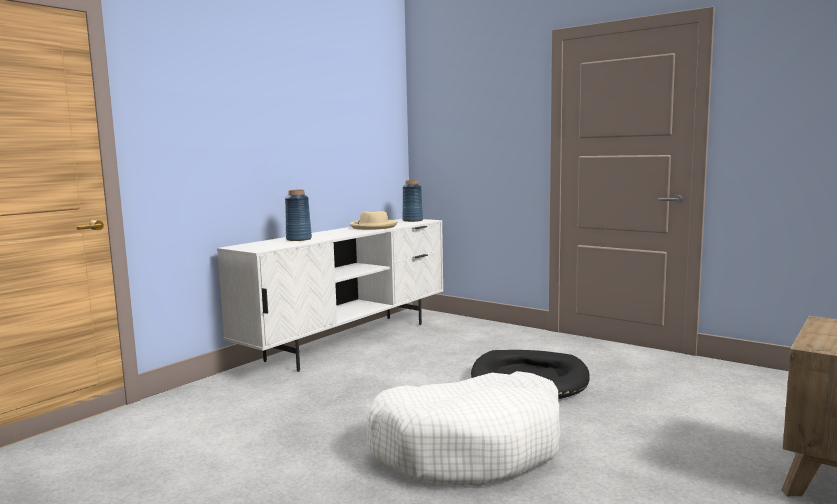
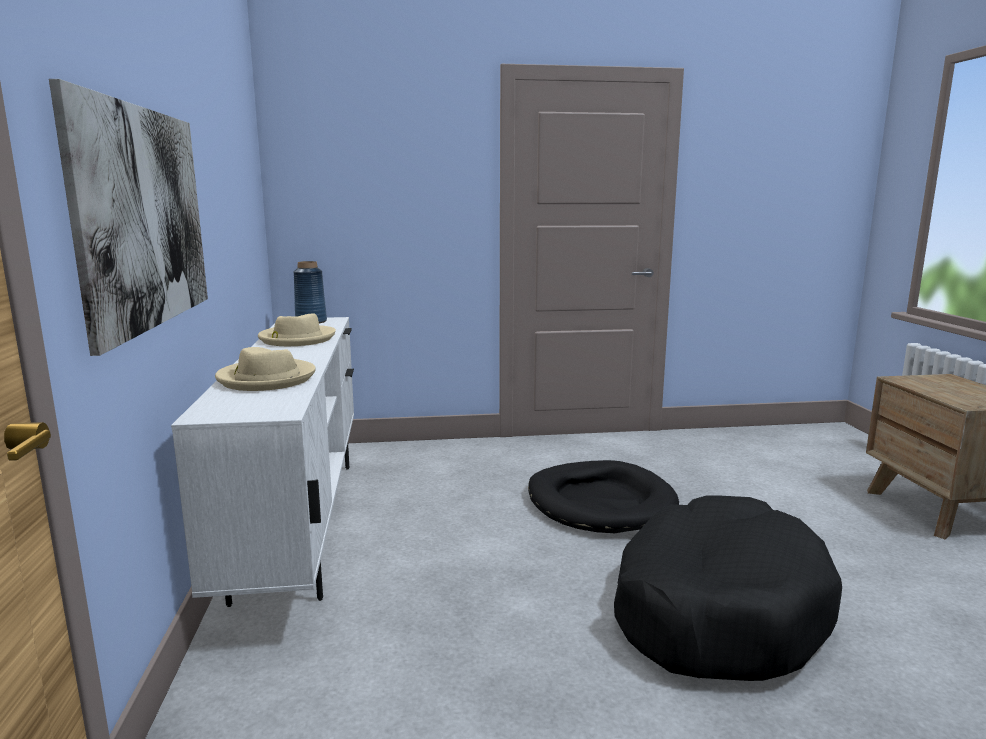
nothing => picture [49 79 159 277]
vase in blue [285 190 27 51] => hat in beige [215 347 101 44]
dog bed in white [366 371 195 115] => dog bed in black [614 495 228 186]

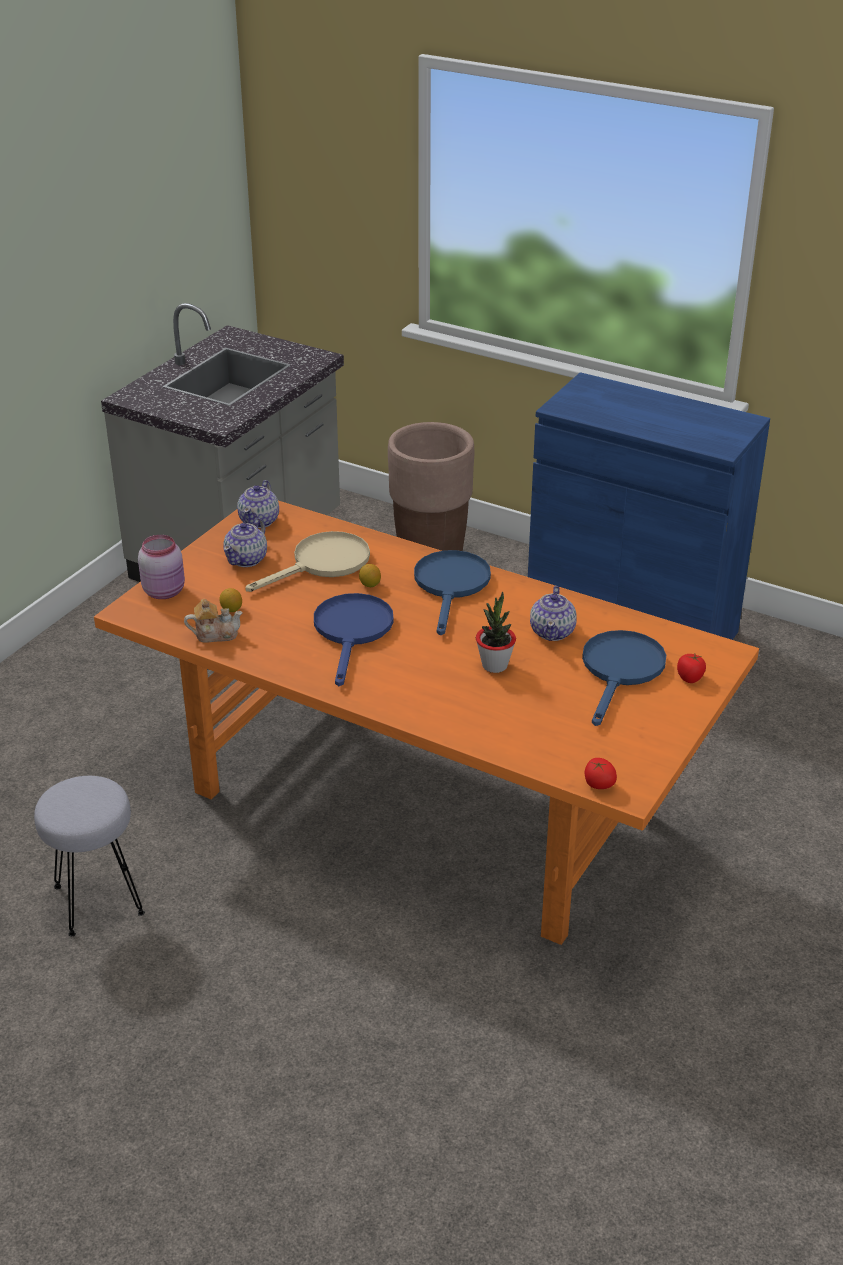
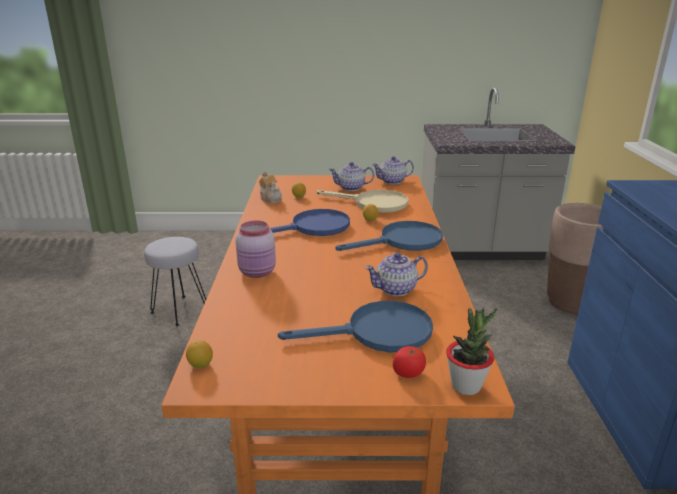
jar in pink [138 535 47 64] => jar in pink [235 220 41 58], moved
potted plant [476 592 40 81] => potted plant [446 308 51 87], moved
tomato [585 758 32 31] => lemon [186 340 27 28]

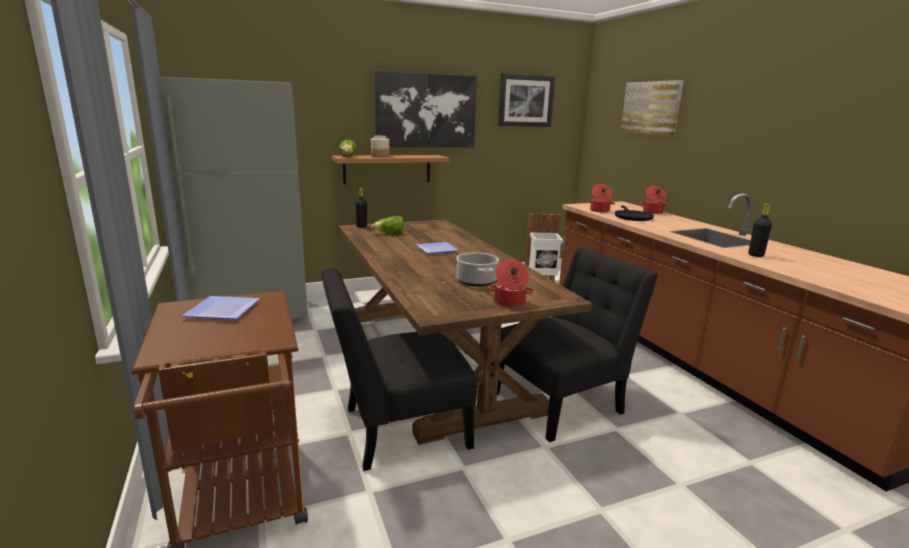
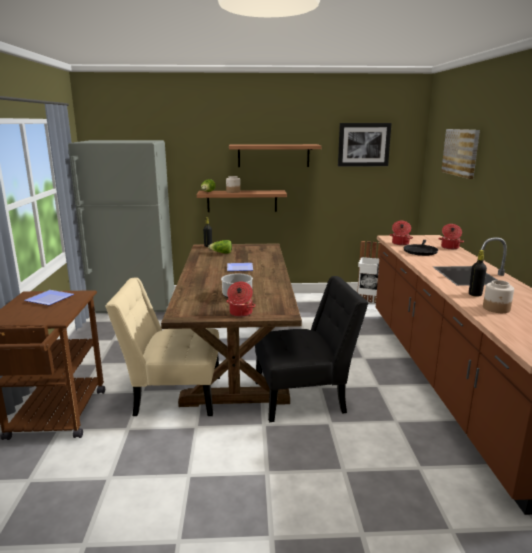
nothing => jar [483 280 31 33]
picture [374 71 103 76] => shelf [229 144 93 23]
chair in black [321 268 156 203] => chair in beige [105 278 115 138]

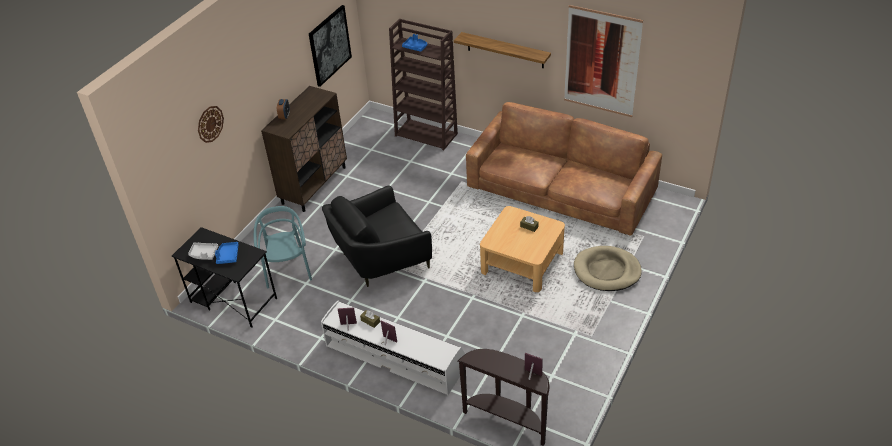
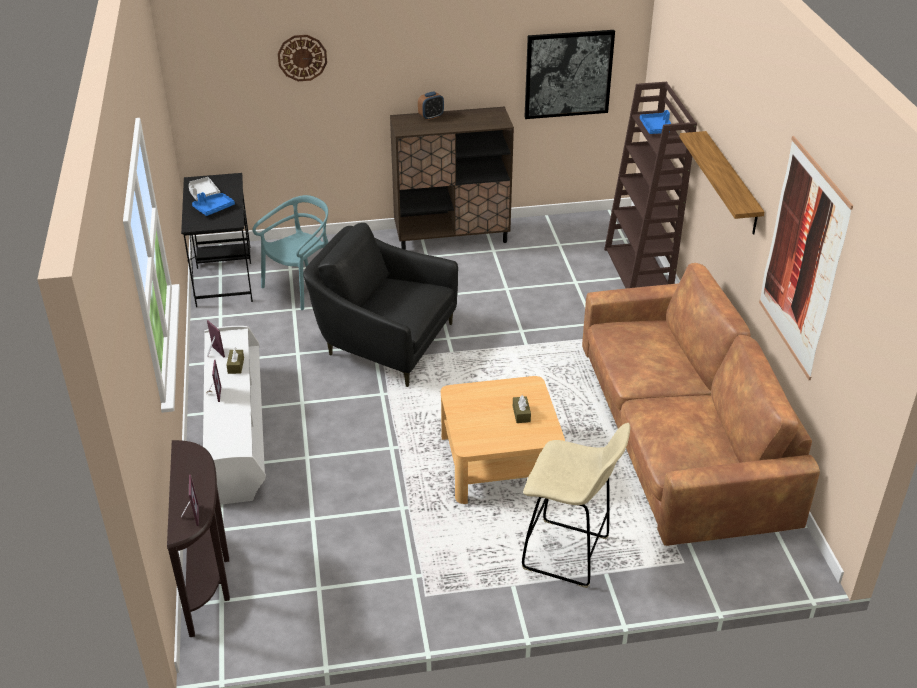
dog bed in beige [574 246 68 45] => stool in beige [522 423 108 165]

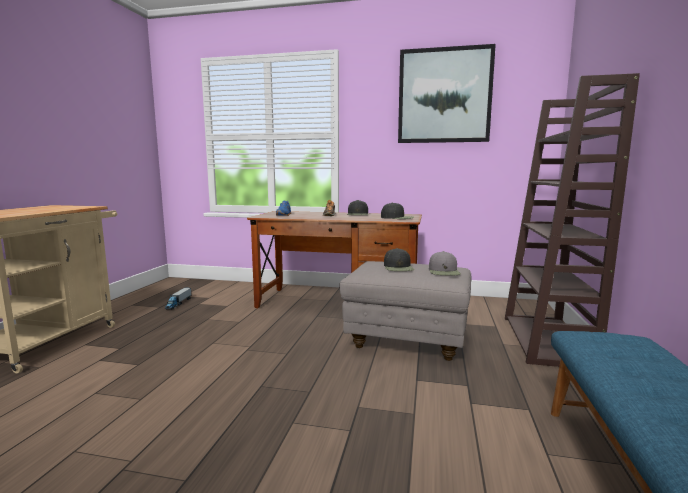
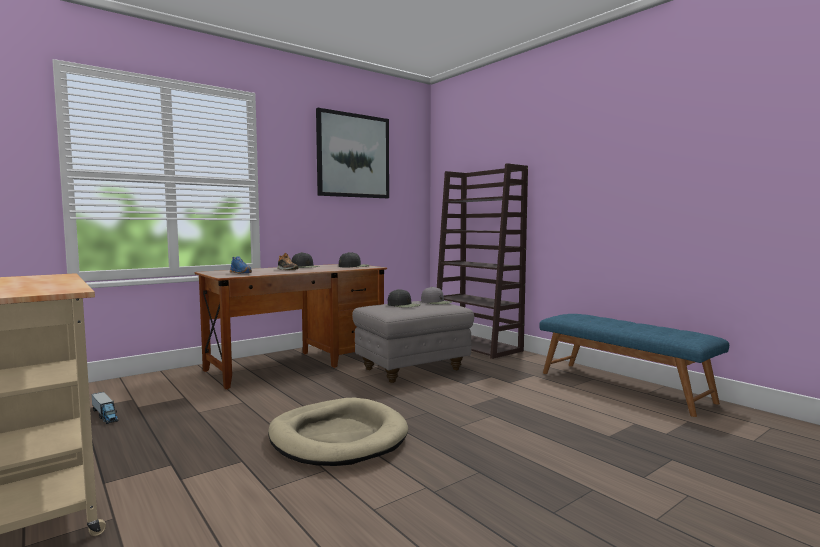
nothing => dog bed in beige [268 398 140 68]

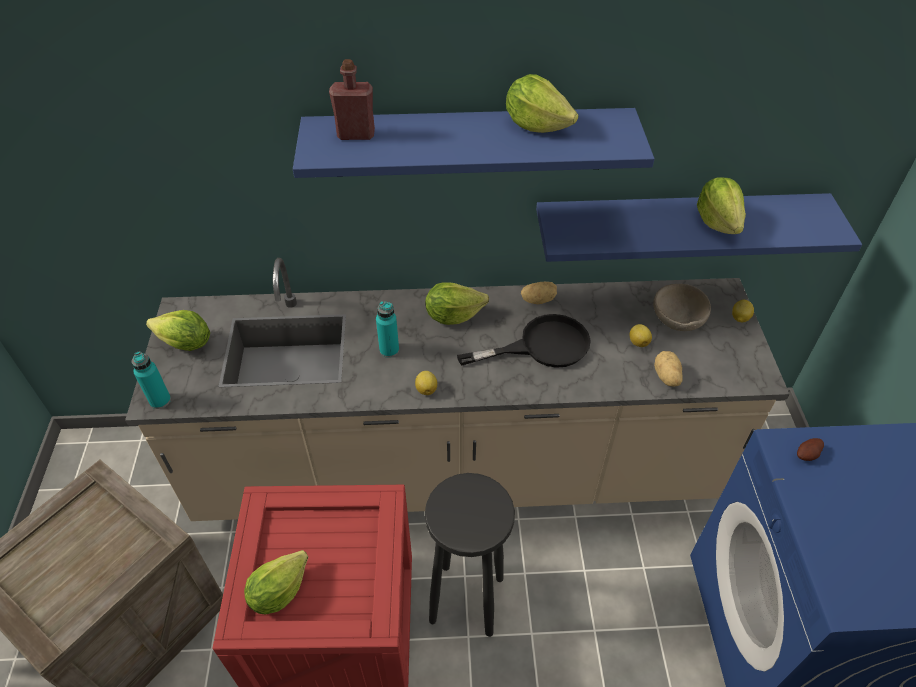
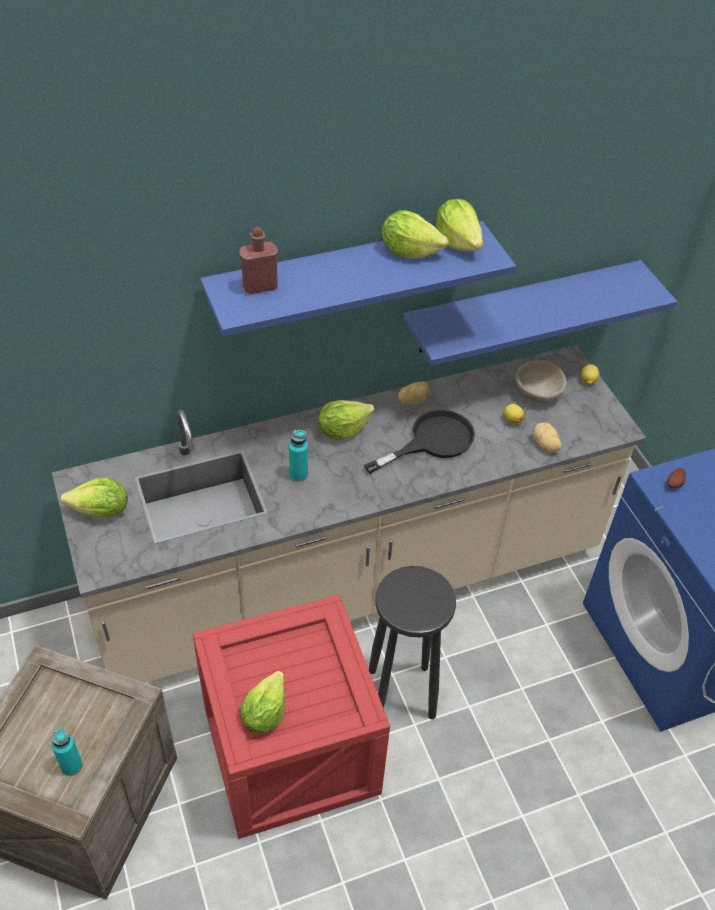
lemon [415 371 22 24] => nothing
bottle in turquoise [131 351 40 58] => bottle in turquoise [51 729 32 47], moved
lettuce [697 177 49 57] => lettuce [436 199 47 52], moved

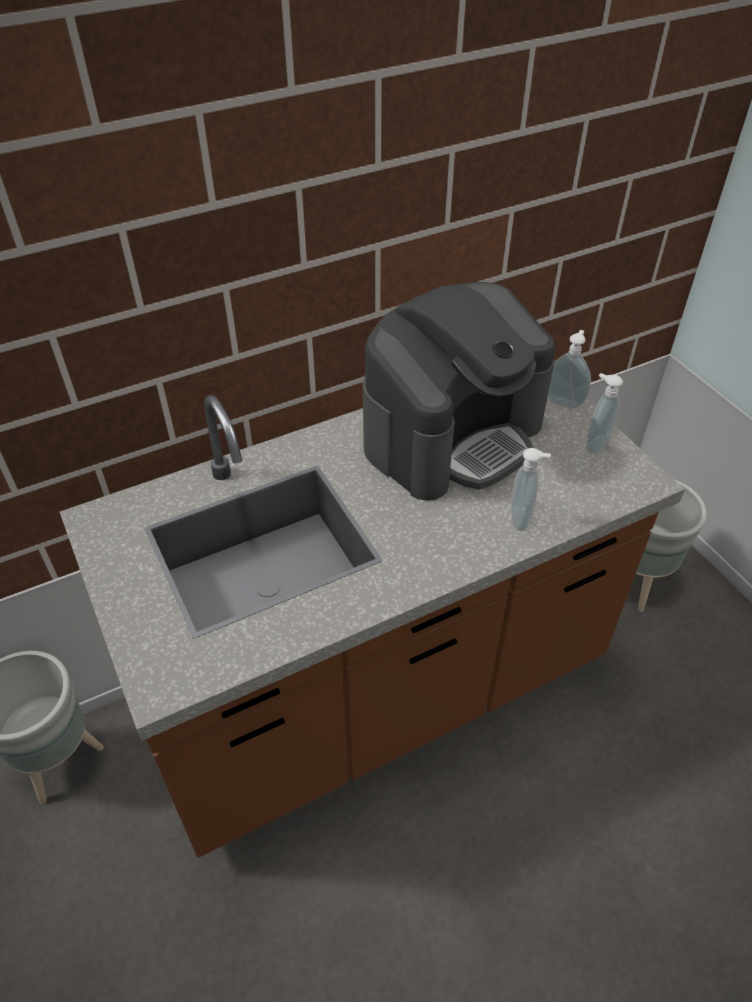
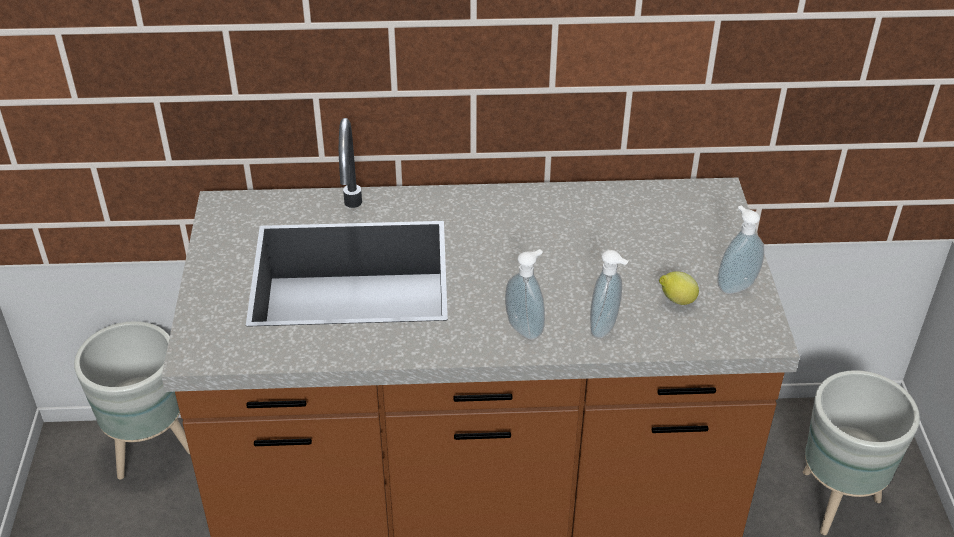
coffee machine [363 282 192 219] => nothing
nothing => lemon [659 271 40 34]
soap dispenser [548 330 43 79] => soap dispenser [505 249 40 91], moved

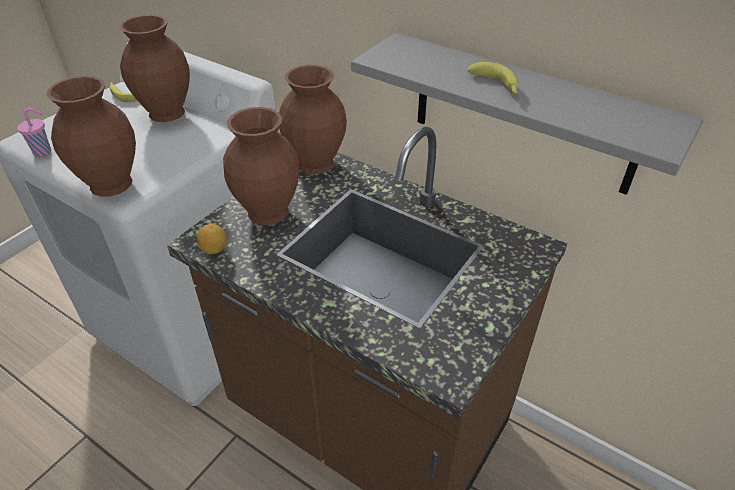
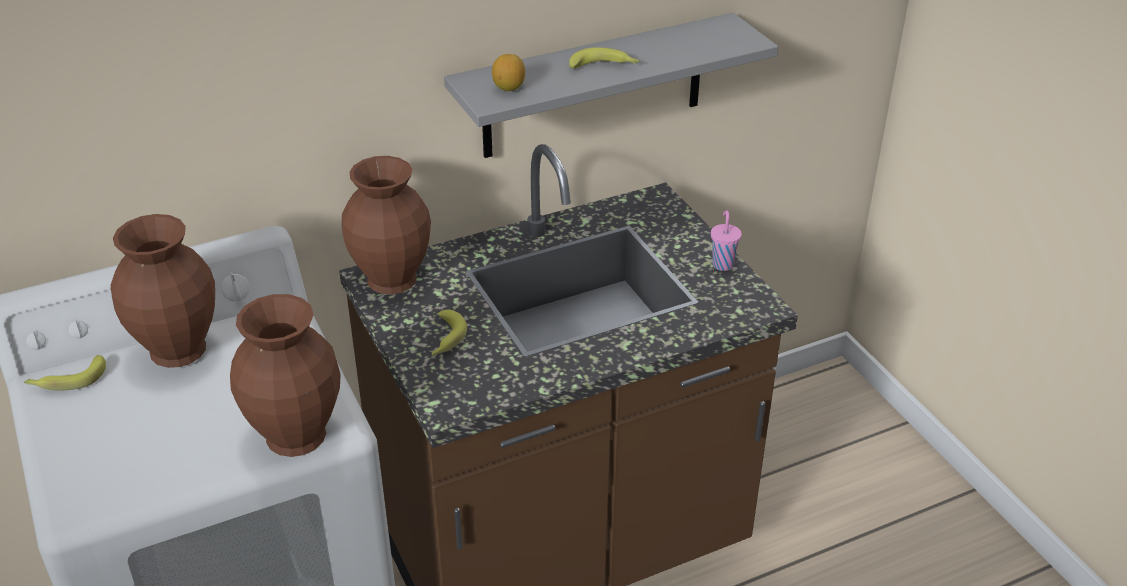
cup in pink [17 108 34 49] => cup in pink [711 210 31 61], moved
lemon [197 224 30 30] => lemon [492 54 33 37], moved
vase in brown [223 107 76 118] => banana [432 310 35 46]

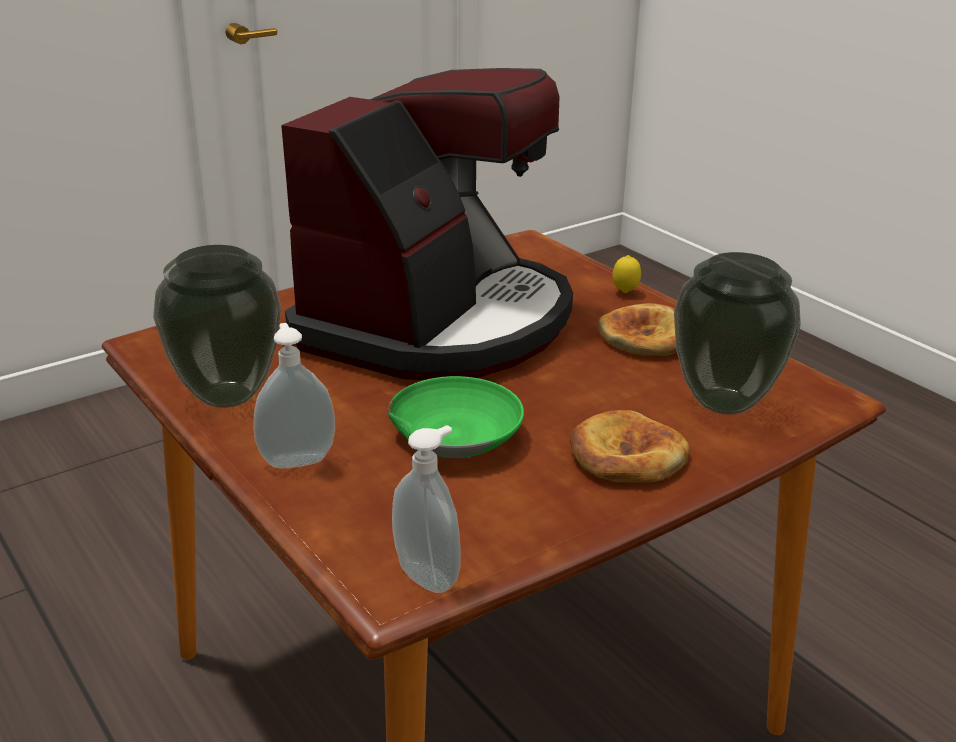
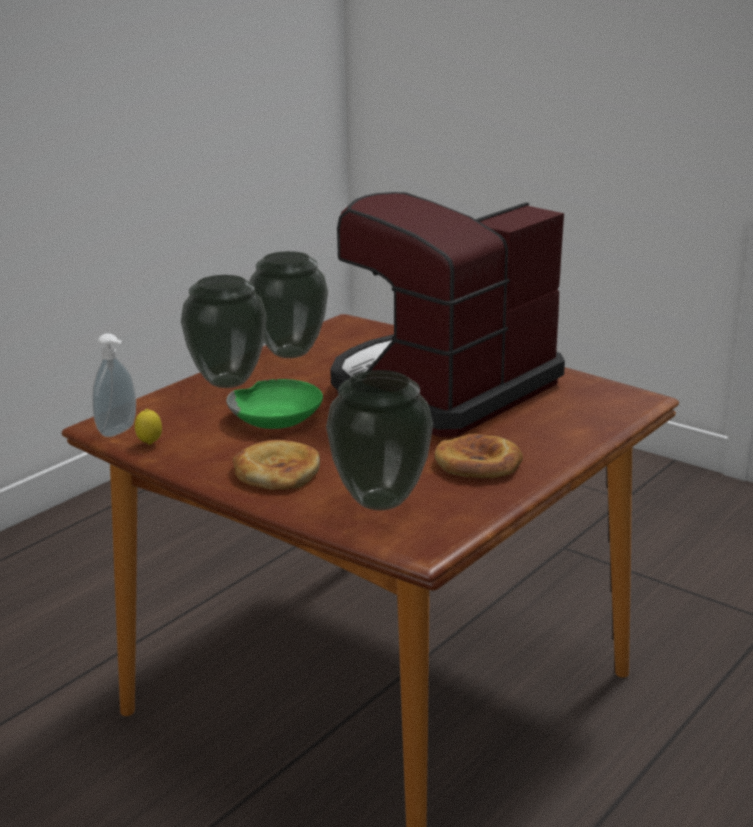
lemon [613 255 28 38] => lemon [135 409 27 36], moved
soap dispenser [253 323 82 145] => vase [181 275 86 113]
coffee machine [281 68 292 312] => coffee machine [330 192 235 245], 120 degrees clockwise

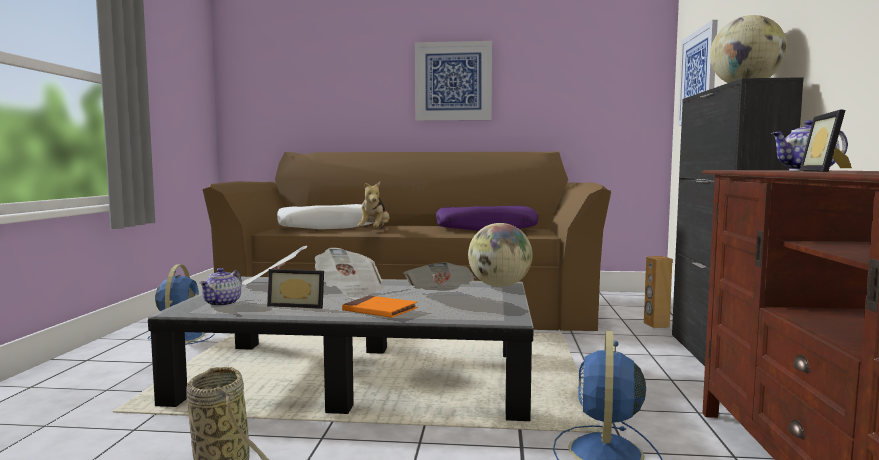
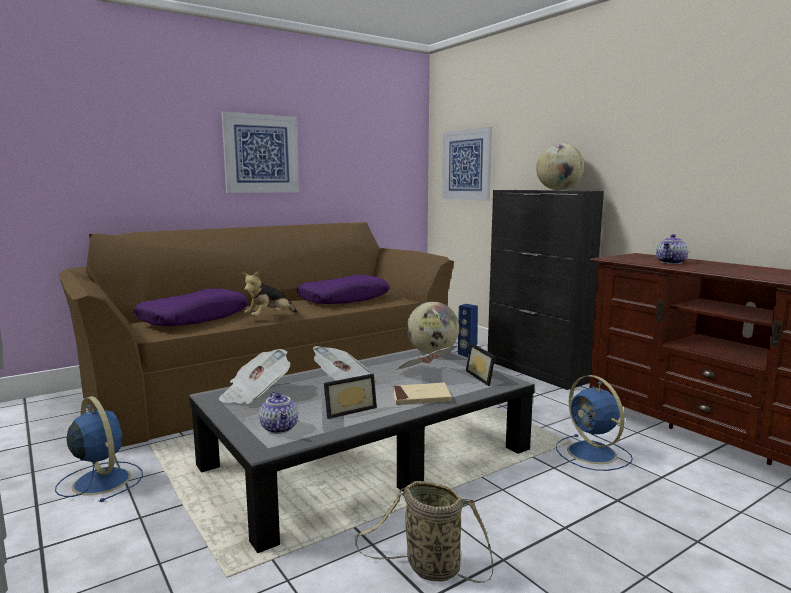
picture frame [800 109 52 63] => picture frame [466 343 30 43], moved
pillow in white [277 204 98 25] => pillow in purple [134 288 114 38]
book in orange [342 295 76 23] => book in beige [392 383 60 22]
speaker in brown [644 256 28 72] => speaker in blue [458 304 20 54]
plush toy [357 181 32 47] => plush toy [243 271 54 46], 75 degrees clockwise

